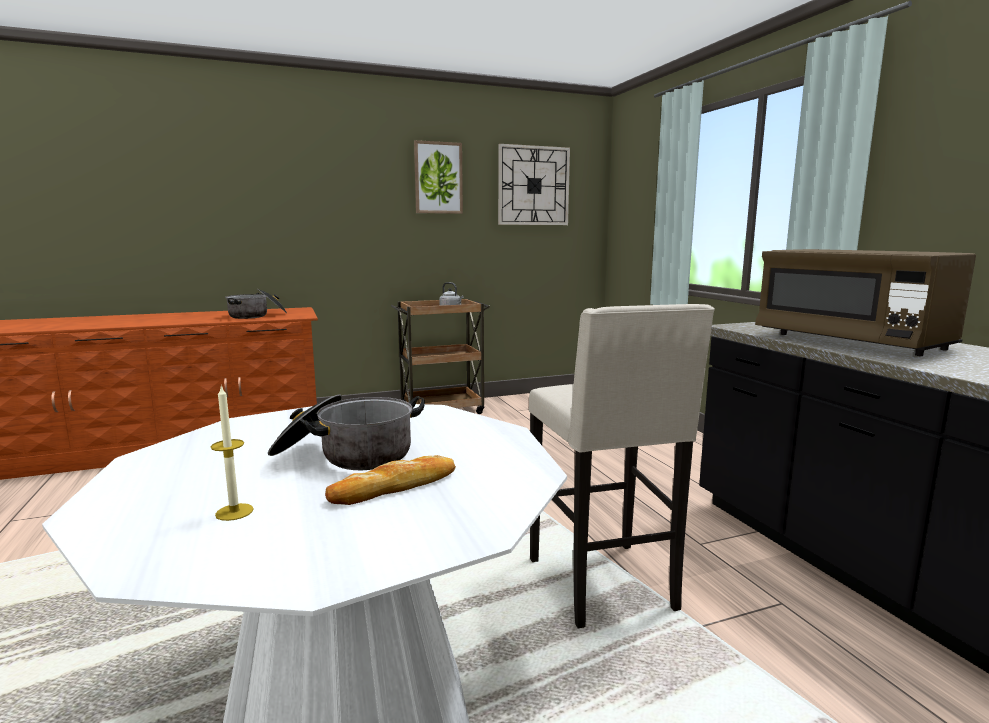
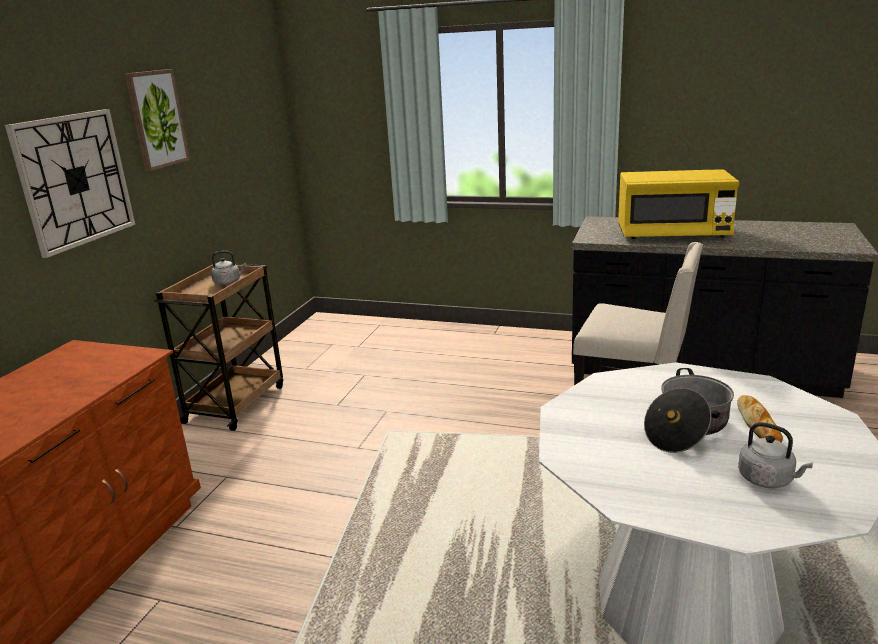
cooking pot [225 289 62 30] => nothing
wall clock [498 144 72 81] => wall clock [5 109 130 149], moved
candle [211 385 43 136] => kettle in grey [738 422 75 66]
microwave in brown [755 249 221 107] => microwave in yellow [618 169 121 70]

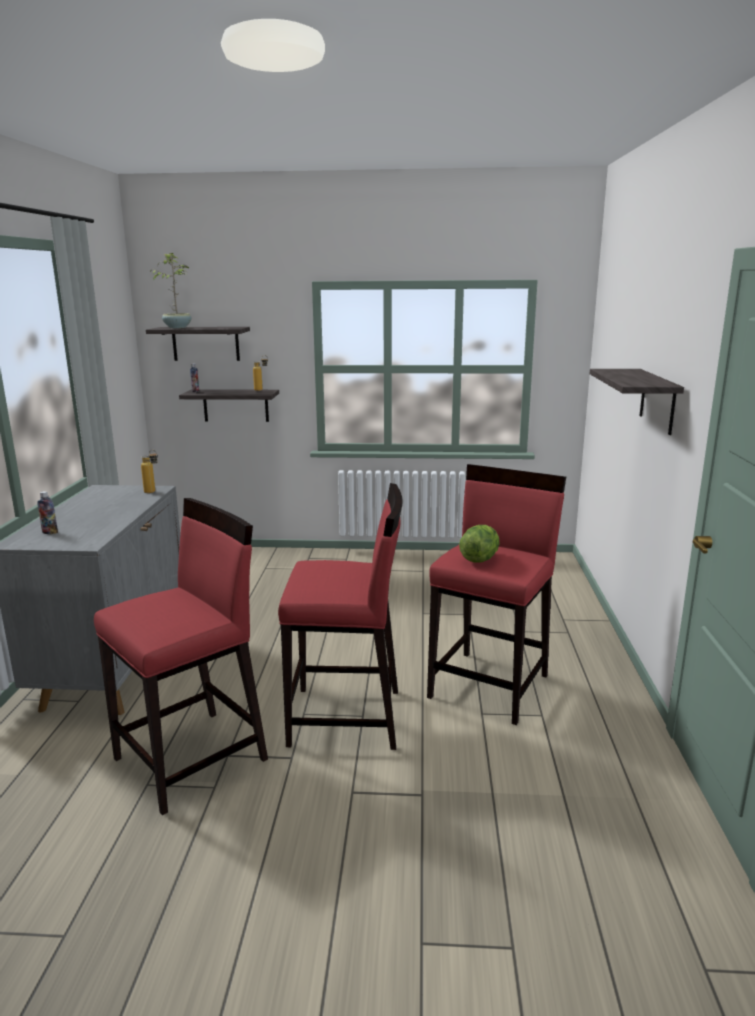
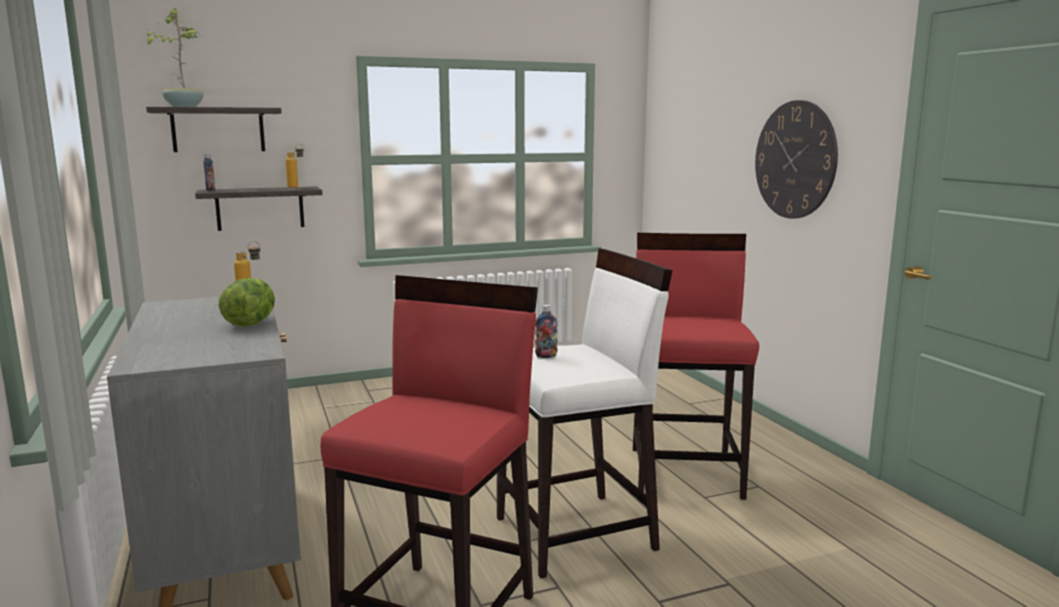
bottle [37 491 21 43] => bottle [535 305 23 53], moved
lettuce [459 525 41 38] => lettuce [218 278 57 48], moved
shelf [590 369 94 66] => wall clock [755 100 83 119]
stool in red [278 483 124 267] => stool in white [497 248 175 330]

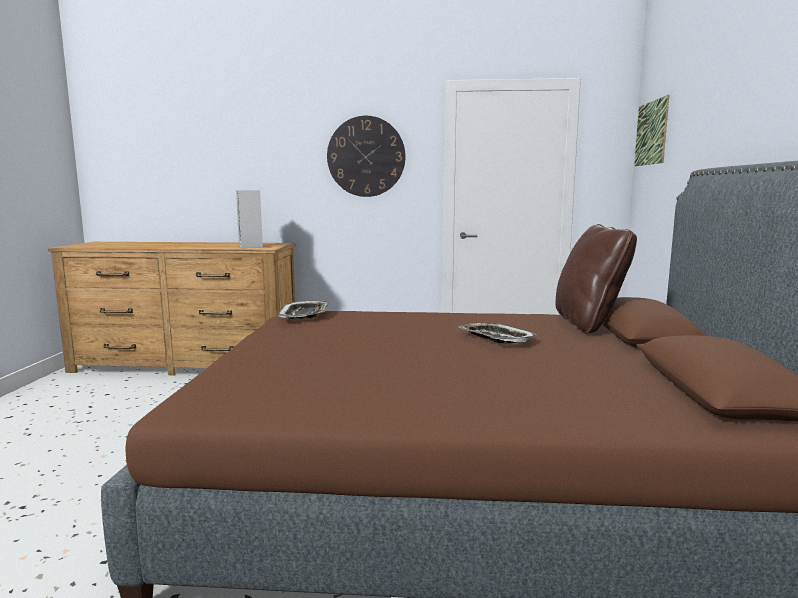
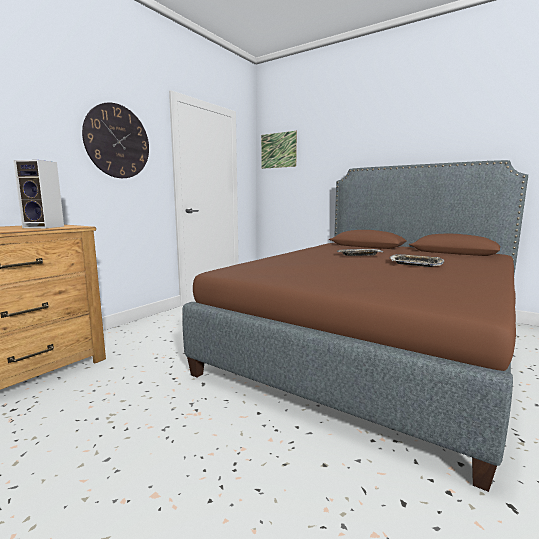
pillow in brown [556 224 81 110] => nothing
tray [278 300 50 19] => tray [390 254 54 13], moved

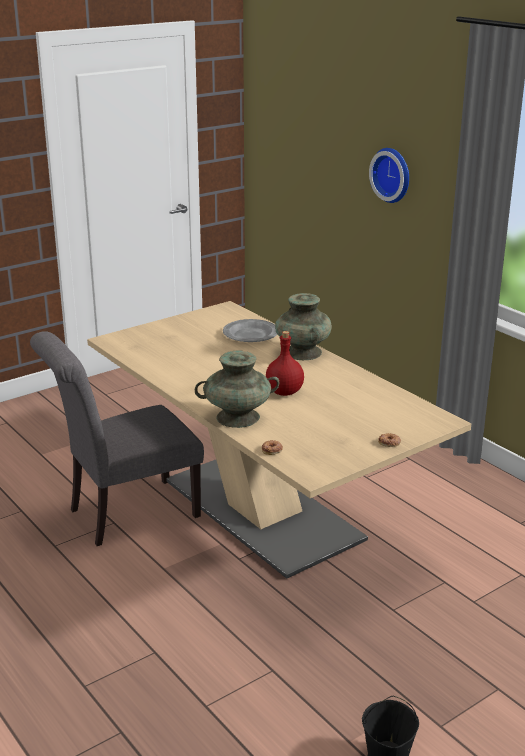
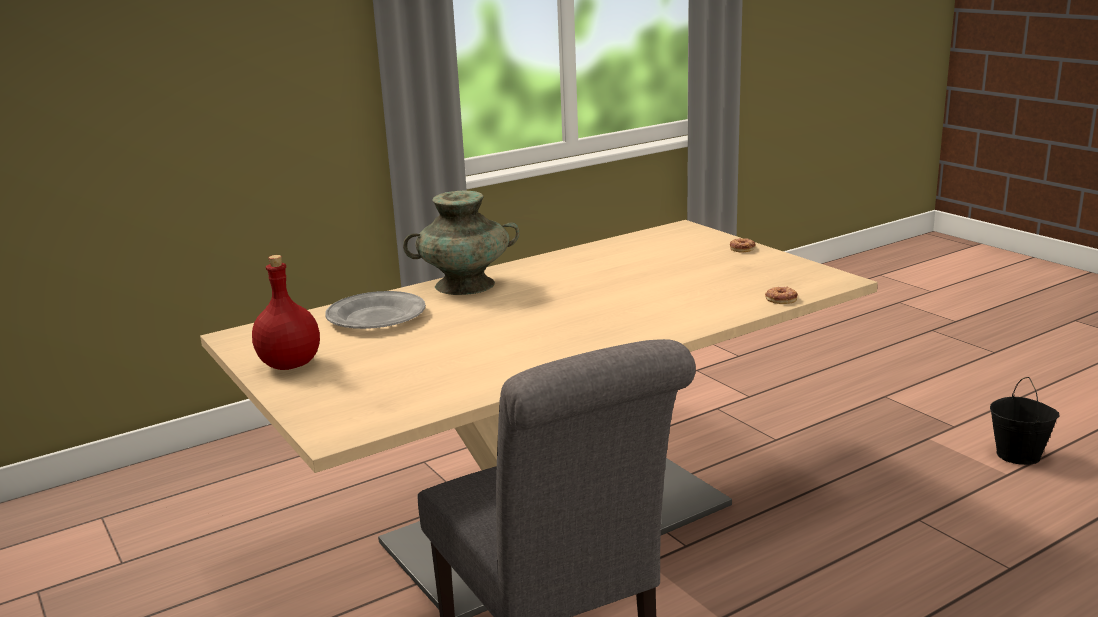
vase in turquoise [195 350 84 78] => nothing
wall clock [369 148 40 55] => nothing
bottle in red [266 331 38 65] => bottle in red [252 255 68 115], moved

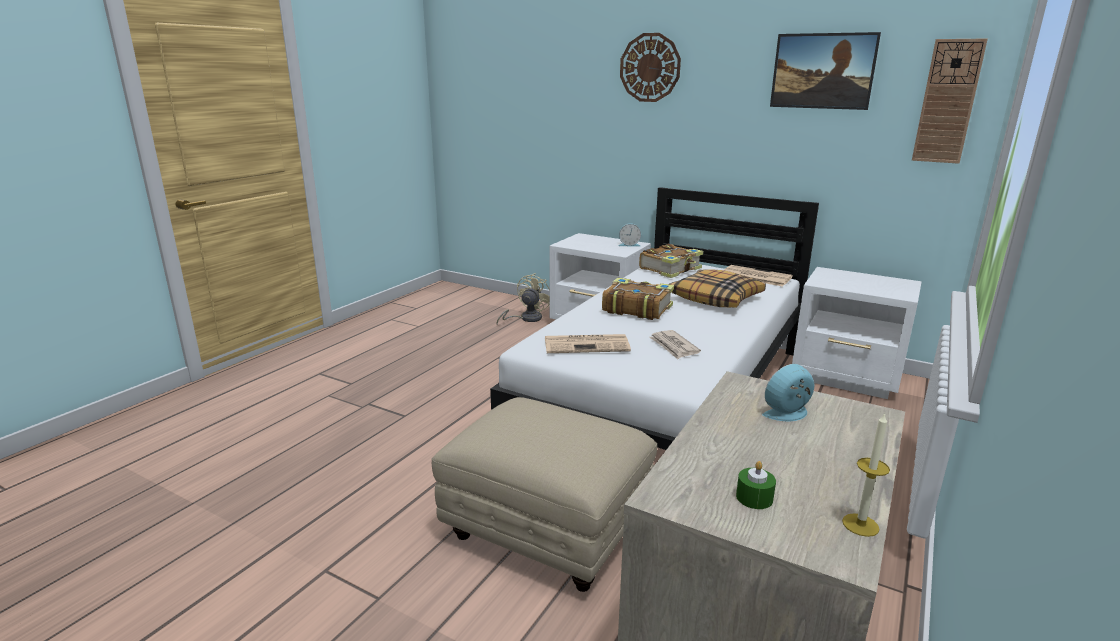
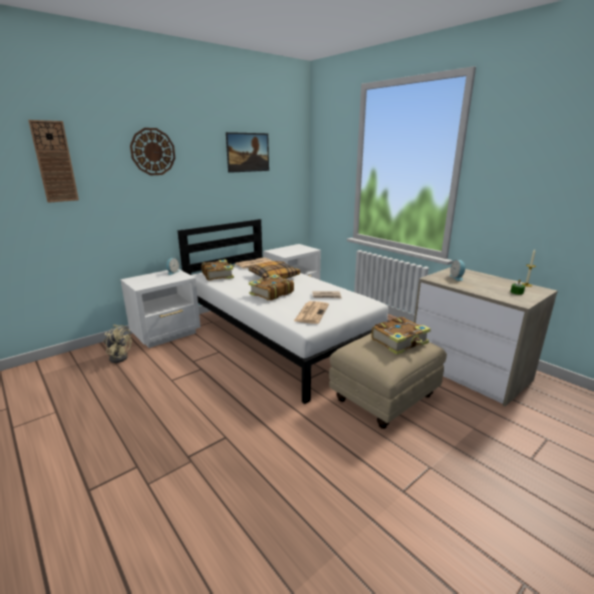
nothing => book [371 317 60 38]
wall clock [912 38 76 126] => wall clock [28 120 51 83], moved
fan in beige [496 273 54 51] => fan in beige [104 325 28 38], 150 degrees clockwise

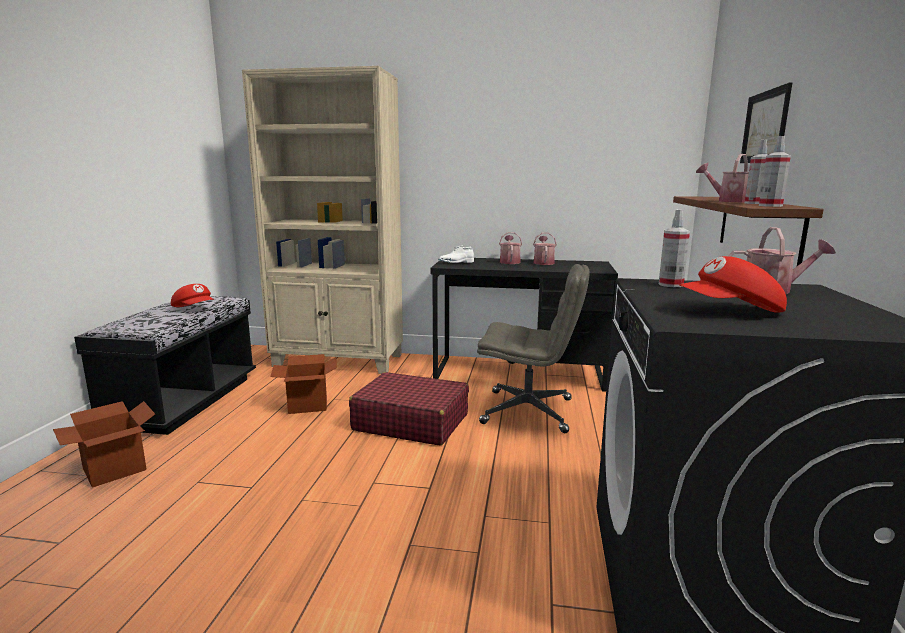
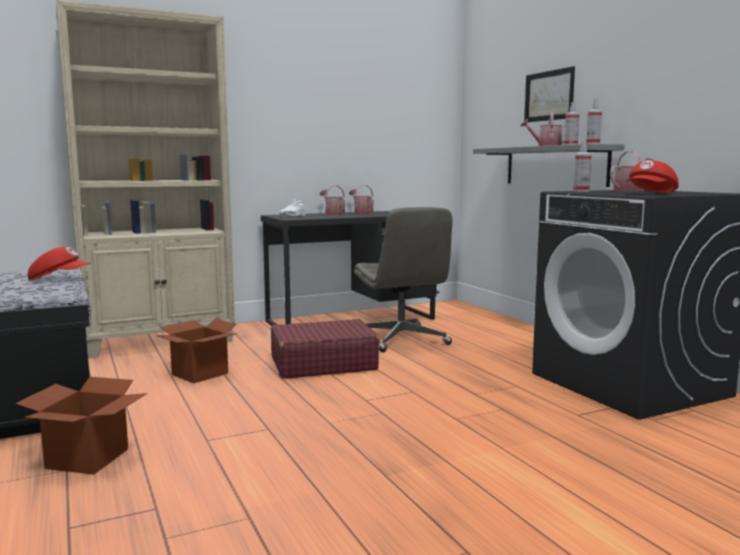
shelf in brown [673 196 151 70] => shelf in grey [473 144 151 43]
office chair in grey [477 264 113 169] => office chair in grey [354 207 99 145], 90 degrees clockwise

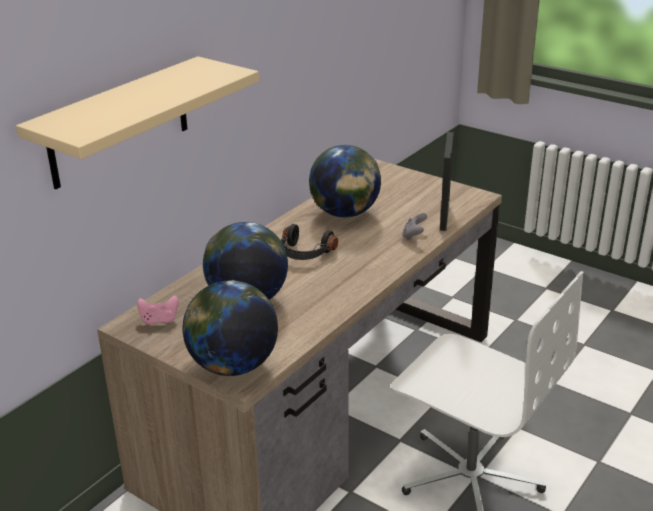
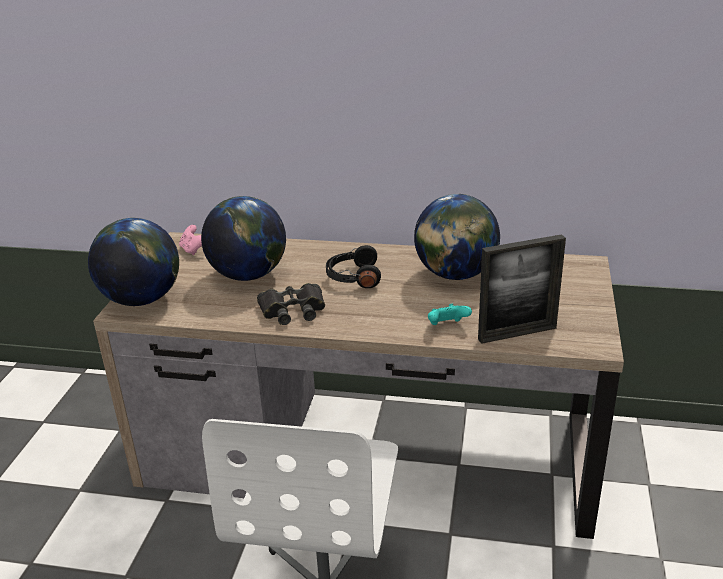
shelf in beige [16 56 243 133] => nothing
nothing => binoculars in black [257 283 68 42]
game controller in grey [402 213 25 27] => game controller in turquoise [428 304 44 21]

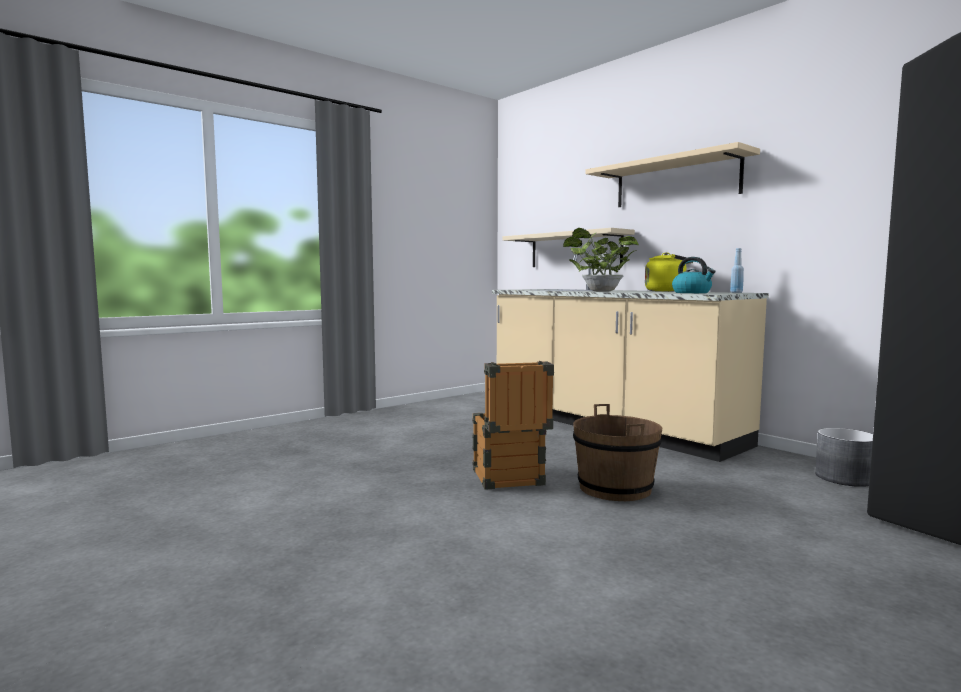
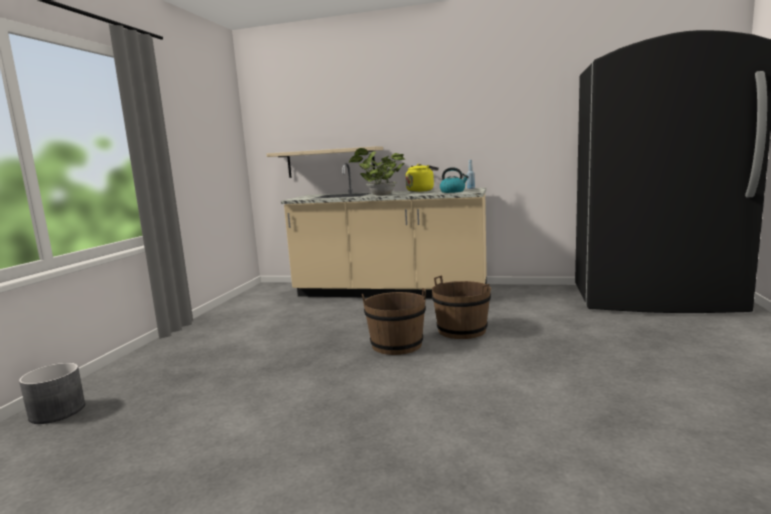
shelf in beige [585 142 175 65] => nothing
planter in grey [815 428 58 59] => planter in grey [19 363 66 61], moved
crate [472 361 82 129] => bucket in brown [362 288 64 67]

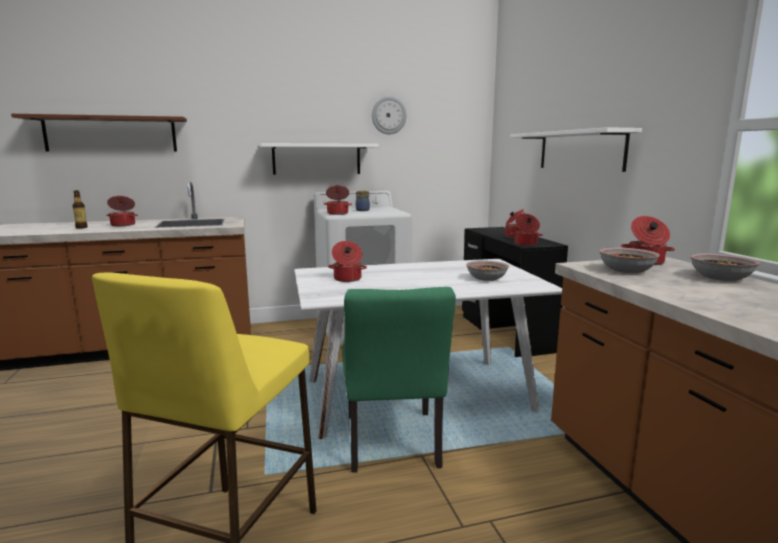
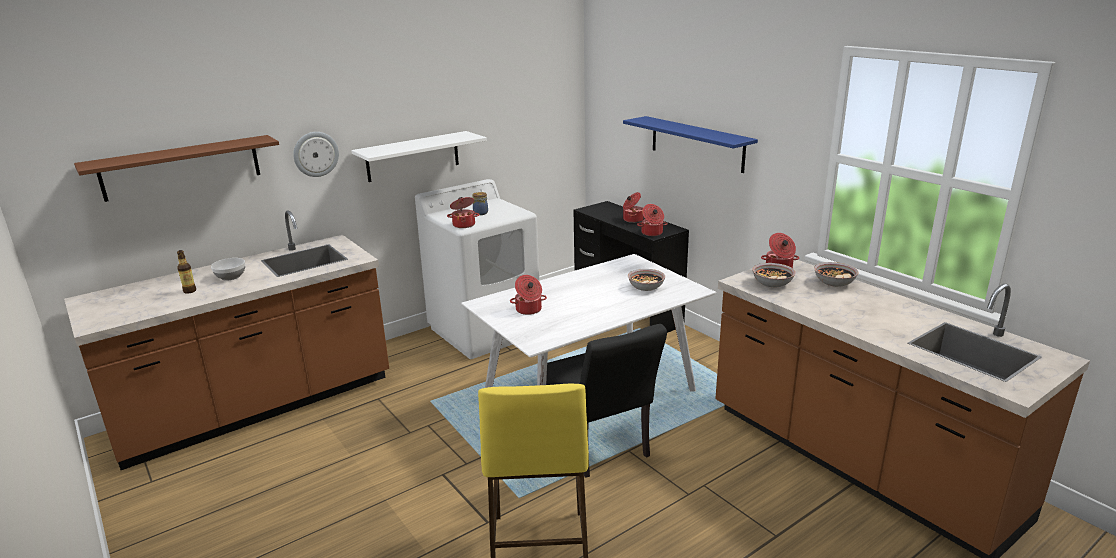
wall clock [372 97 34 37] => wall clock [293 132 46 45], moved
cooking pot [106 196 32 30] => bowl [211 258 34 23]
chair in green [343 287 113 186] => chair in black [546 324 121 154]
shelf in white [510 127 132 45] => shelf in blue [623 116 135 57]

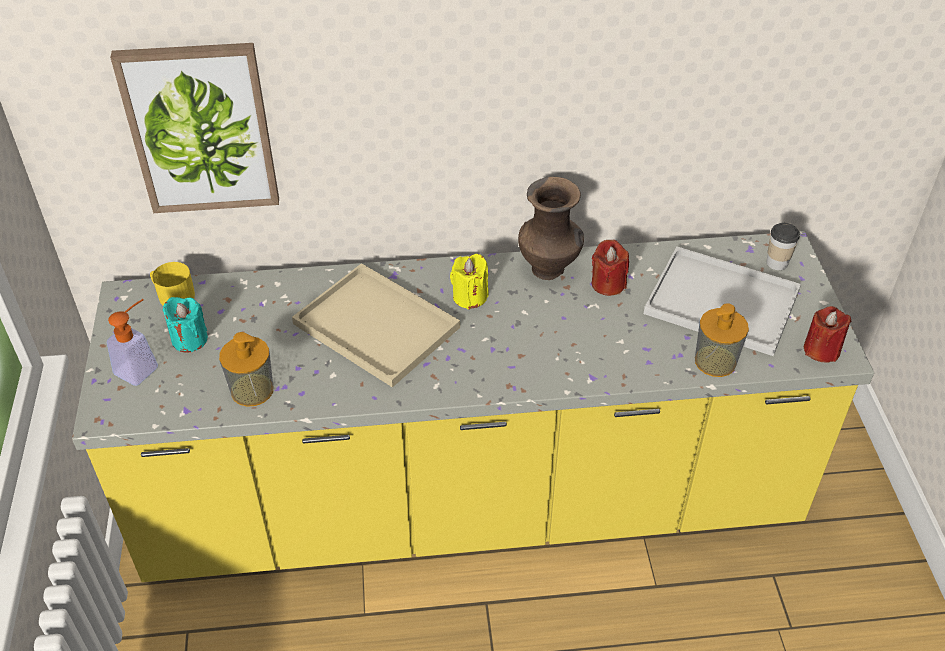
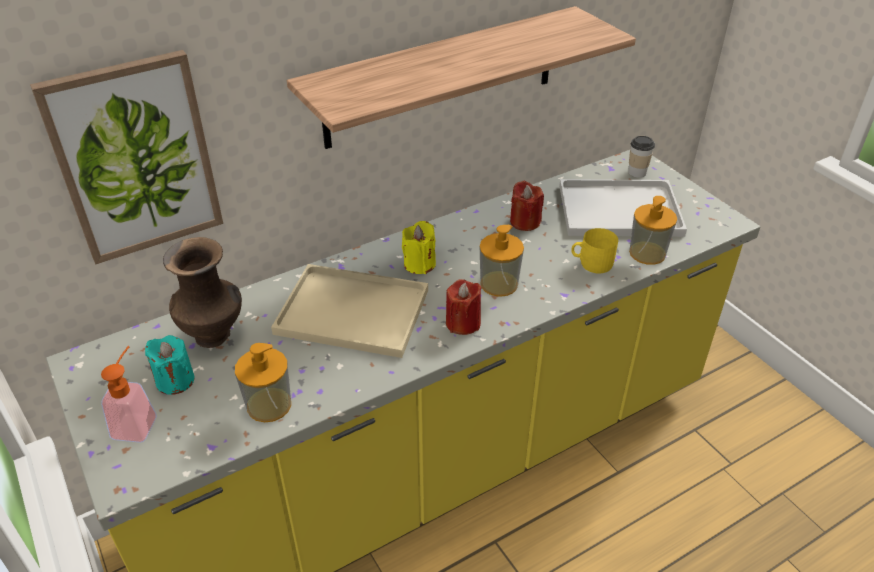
nothing => shelf [287 6 349 143]
nothing => soap dispenser [480 225 44 72]
mug in yellow [150 262 45 44] => mug in yellow [571 228 47 45], moved
vase in brown [518 177 66 103] => vase in brown [163 237 79 111], moved
candle in red [804 306 48 57] => candle in red [446 279 35 56], moved

